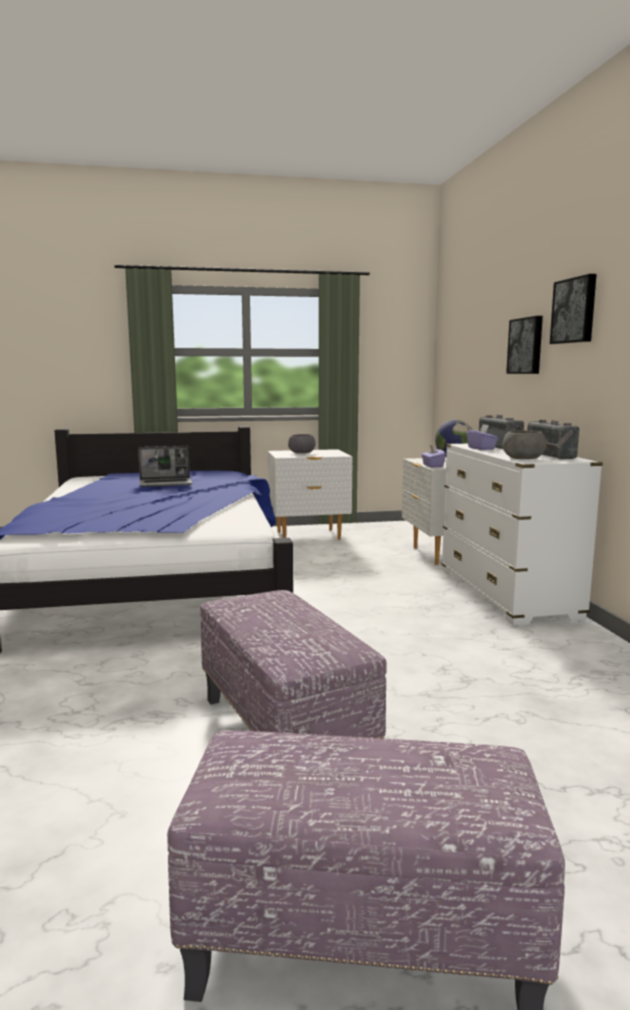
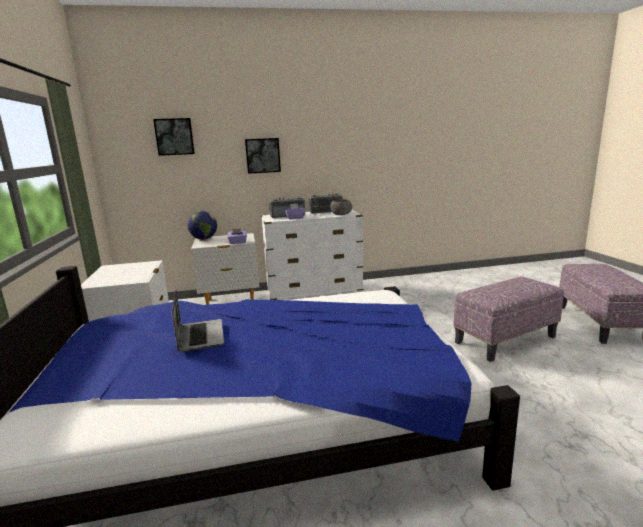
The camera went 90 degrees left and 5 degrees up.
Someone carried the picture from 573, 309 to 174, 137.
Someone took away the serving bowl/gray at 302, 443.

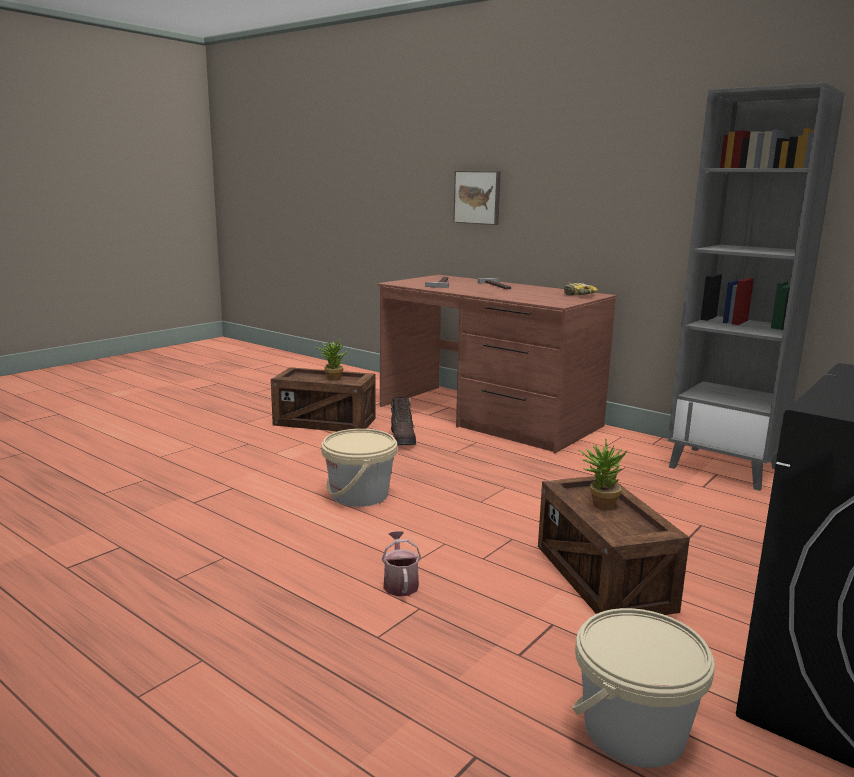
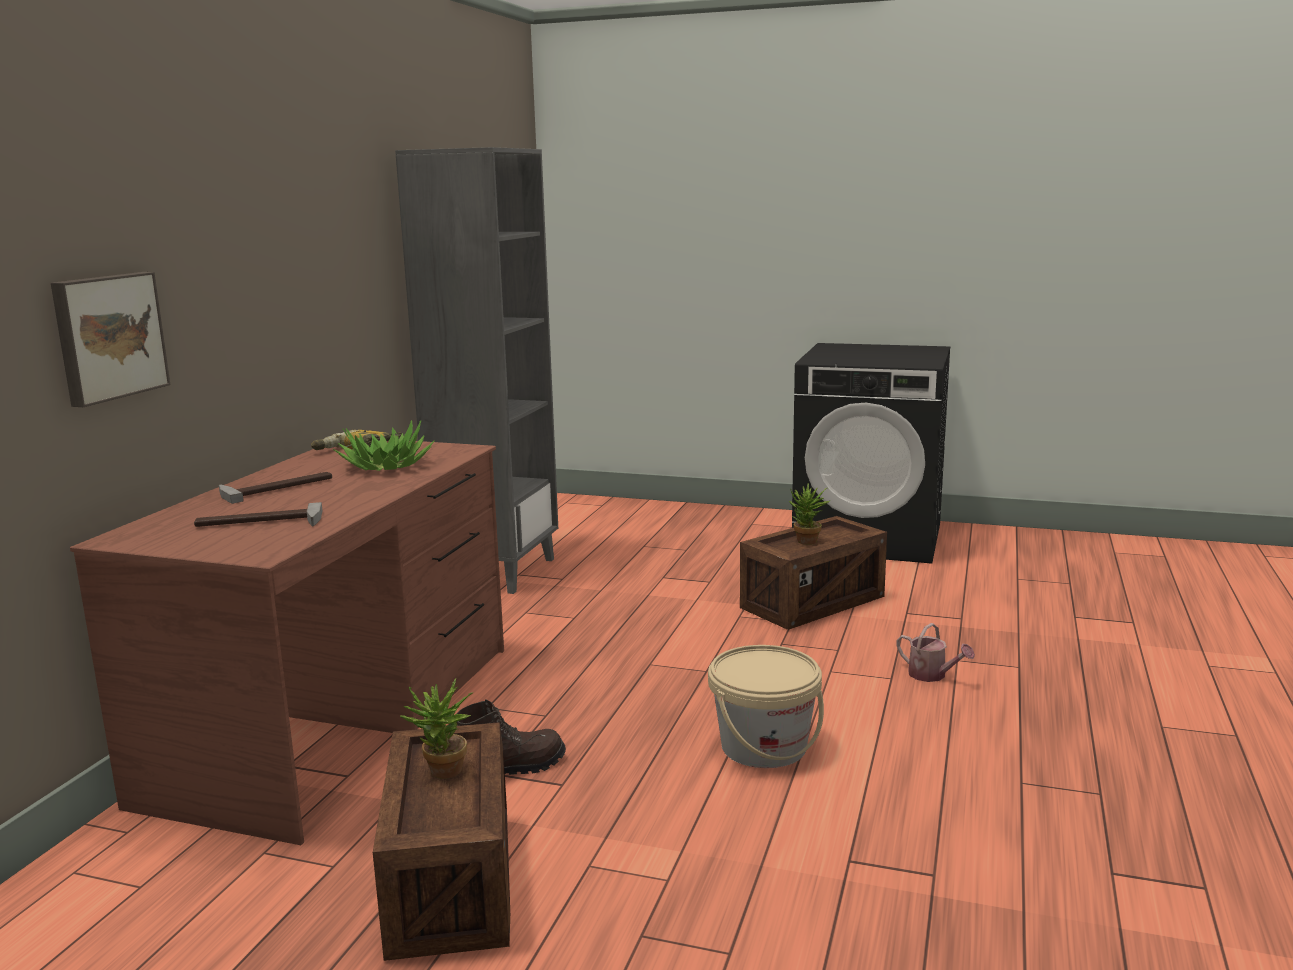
The camera went 110 degrees left and 0 degrees up.
Someone put down the potted plant at 384, 445.
Someone rotated the watering can at 401, 563 by 105 degrees counterclockwise.
Someone took away the bucket/beige at 643, 688.

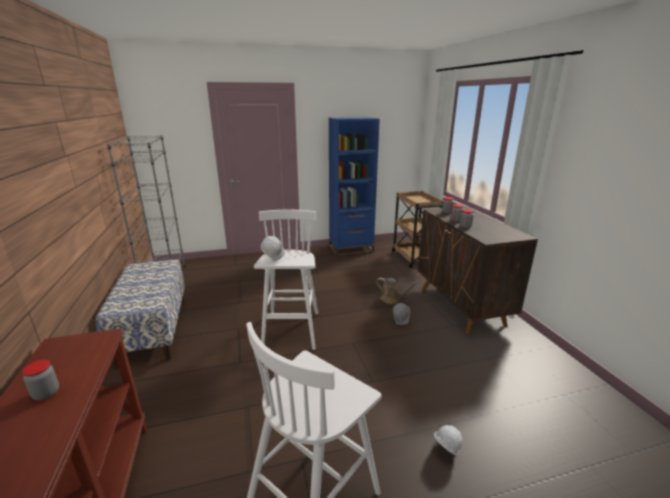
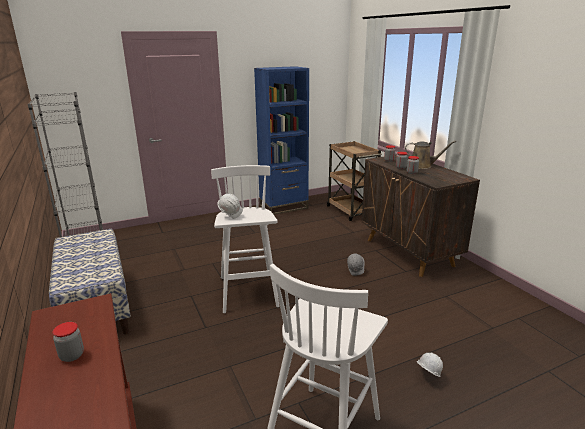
The camera went 10 degrees left and 0 degrees up.
Someone carried the watering can/brownish from 397, 291 to 430, 155.

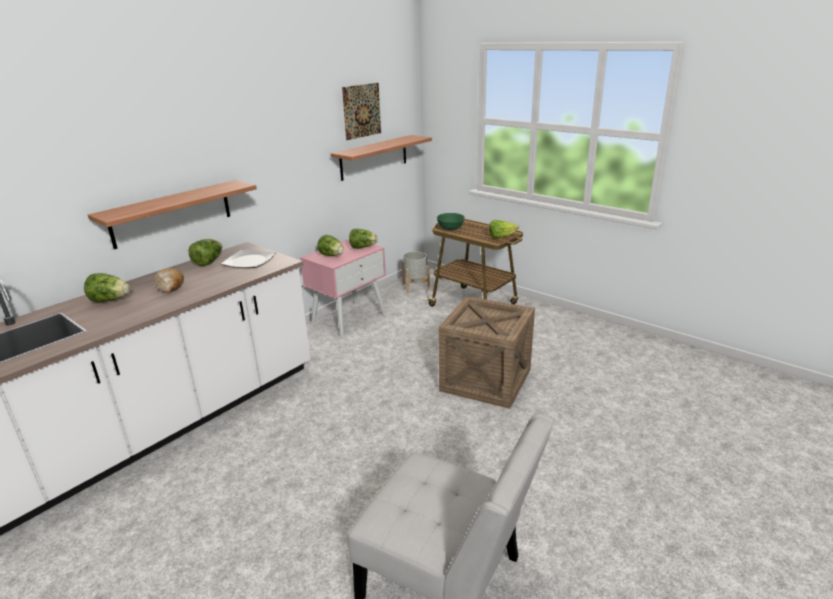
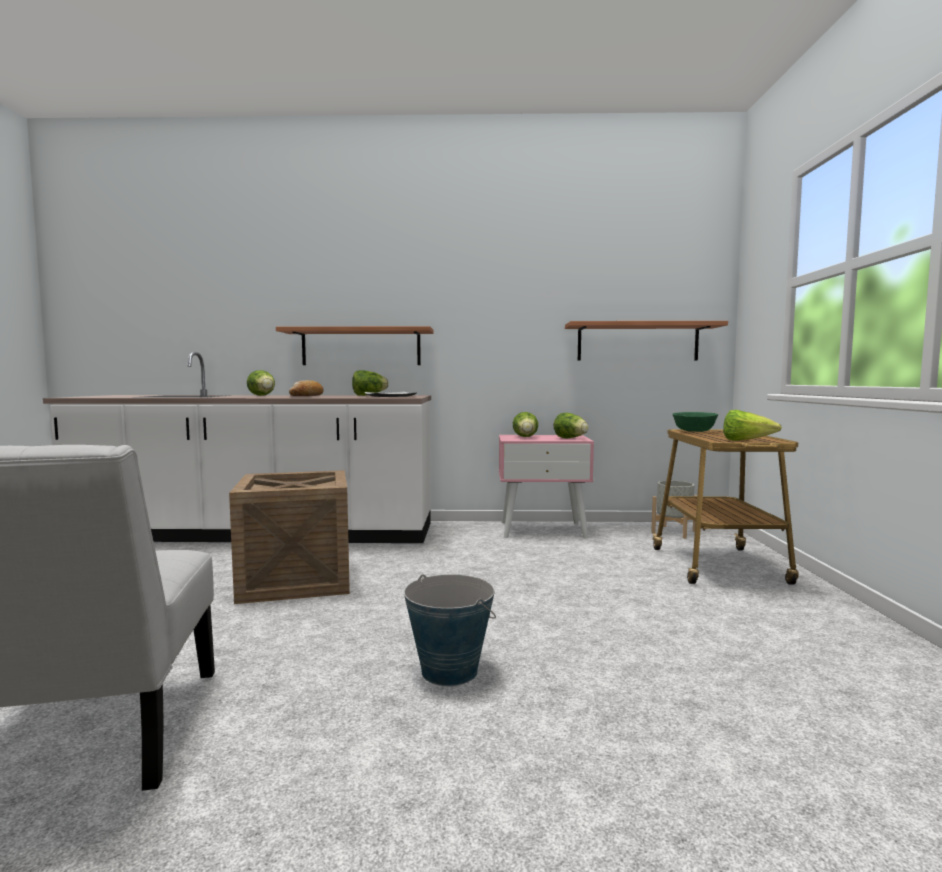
The camera went 50 degrees right and 20 degrees down.
Someone carried the crate from 486, 352 to 289, 537.
Someone put down the bucket at 450, 630.
Someone took away the picture at 361, 111.

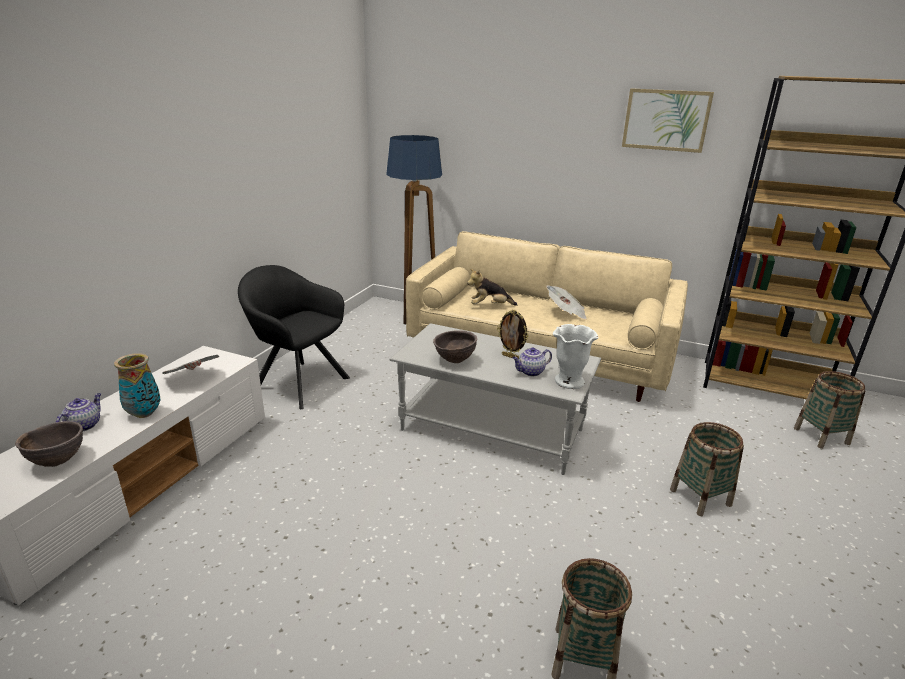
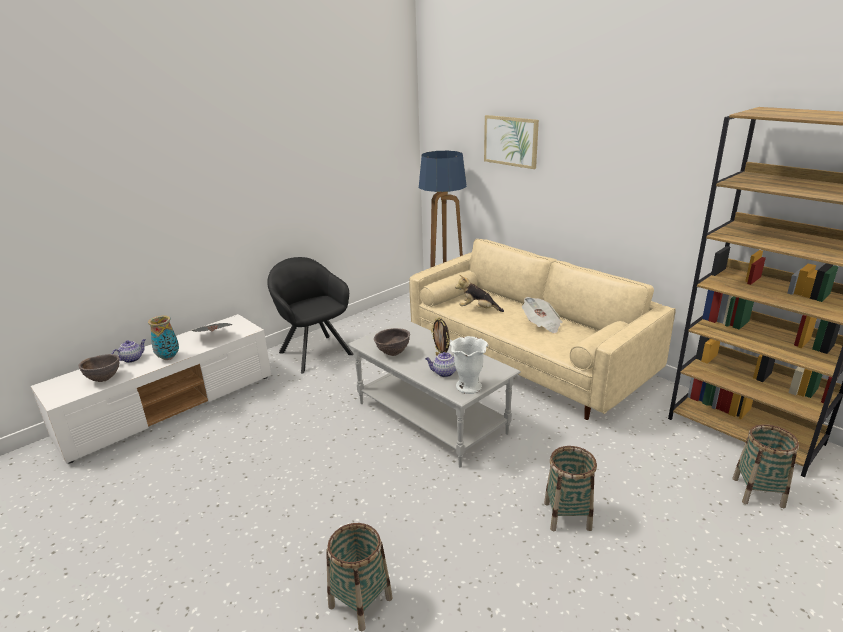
The camera went 25 degrees right and 0 degrees up.
Someone carried the picture from 668, 120 to 511, 142.

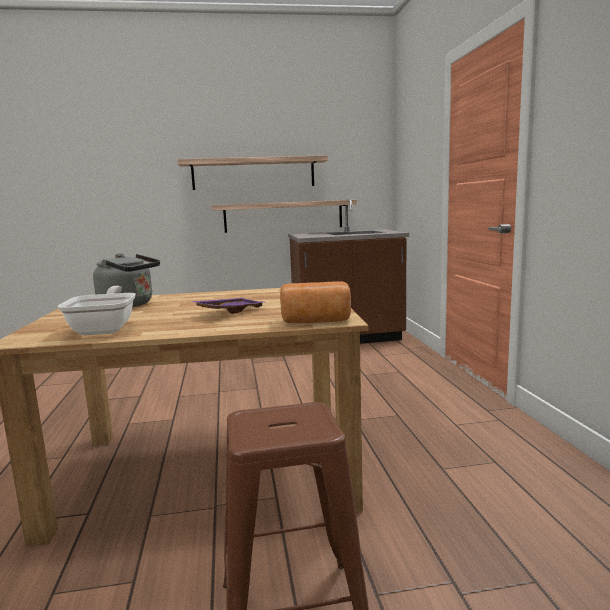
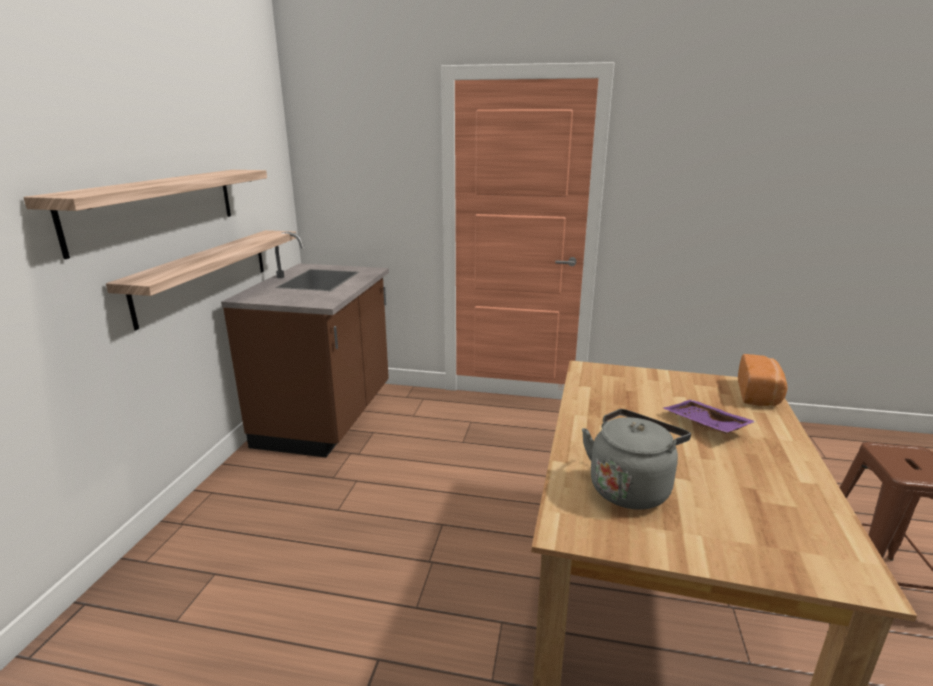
The camera went 70 degrees left and 10 degrees up.
Someone took away the skillet at 96, 310.

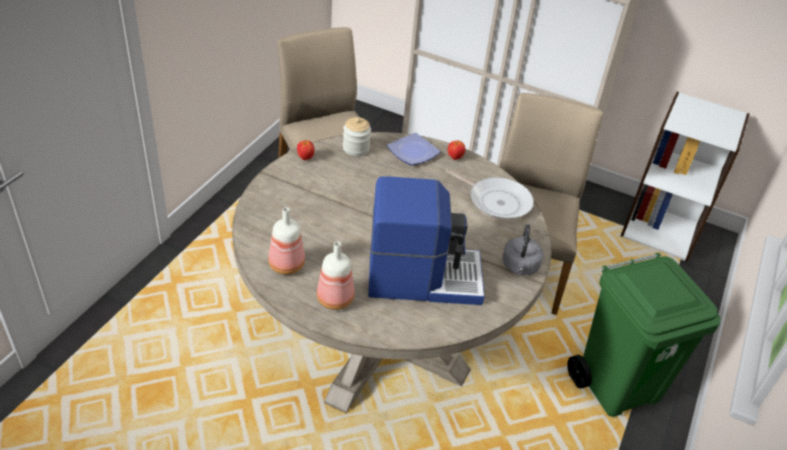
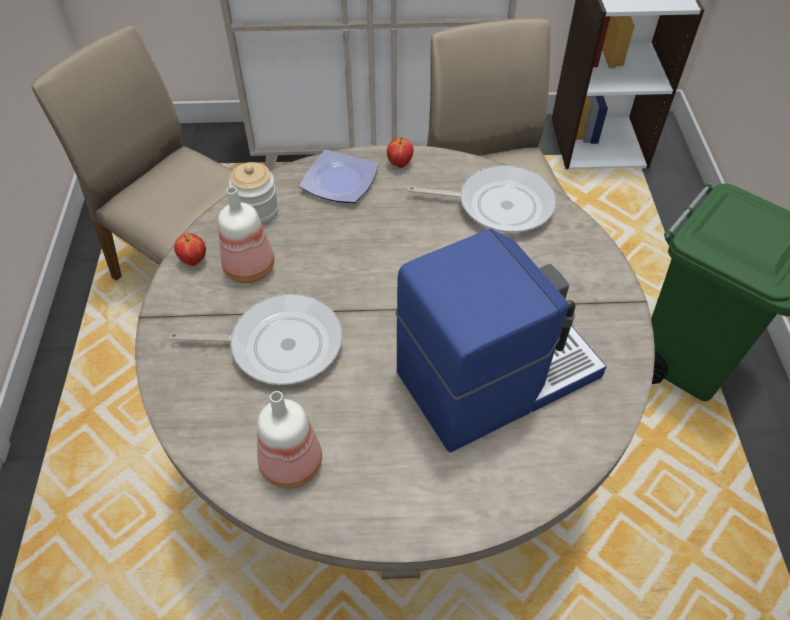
The camera went 25 degrees left and 10 degrees up.
Someone put down the skillet at 256, 339.
Someone carried the bottle from 336, 276 to 246, 235.
Someone took away the kettle/gray at 523, 249.

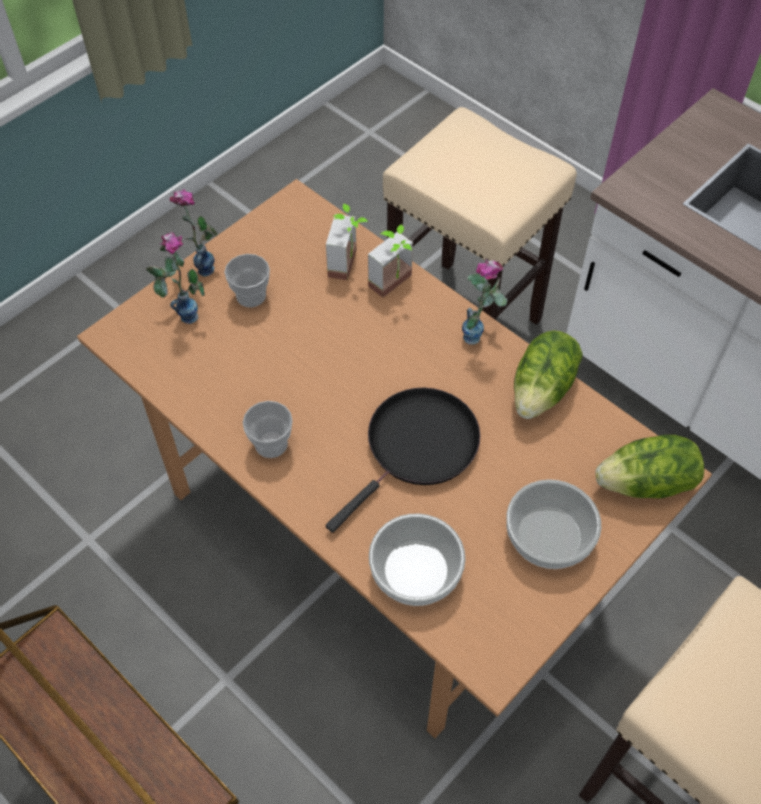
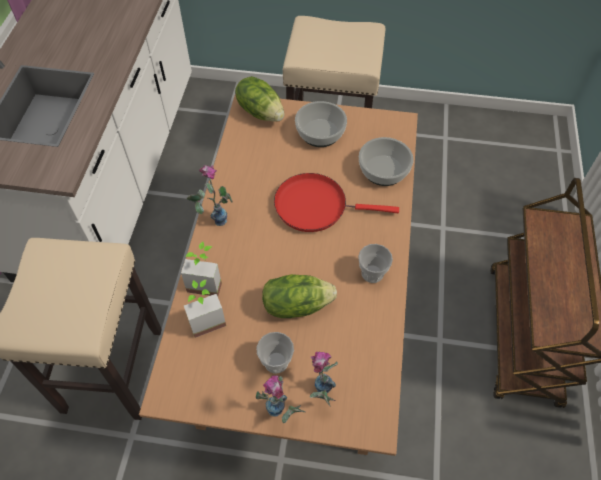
The camera went 125 degrees left and 0 degrees up.
Someone carried the lettuce head from 548, 374 to 299, 296.
Someone repainted the skillet/black at 402, 460, which became the skillet/reddish at 336, 202.

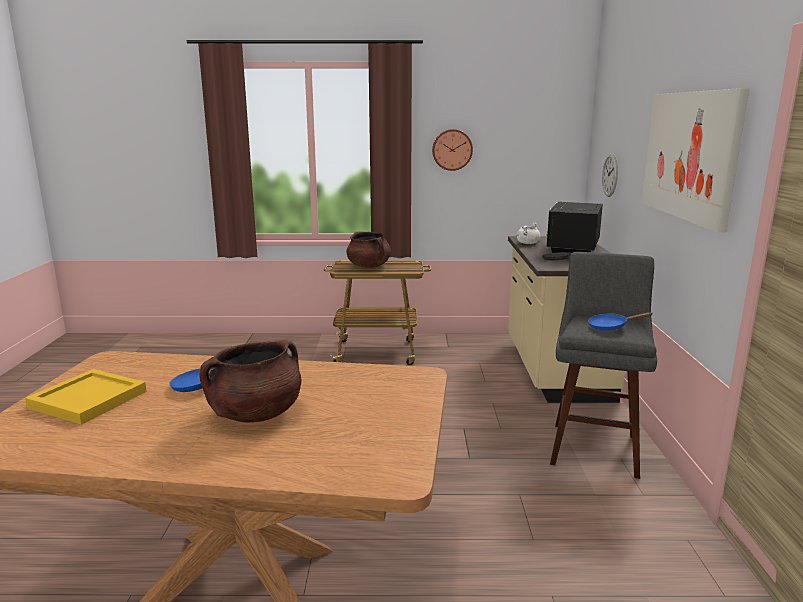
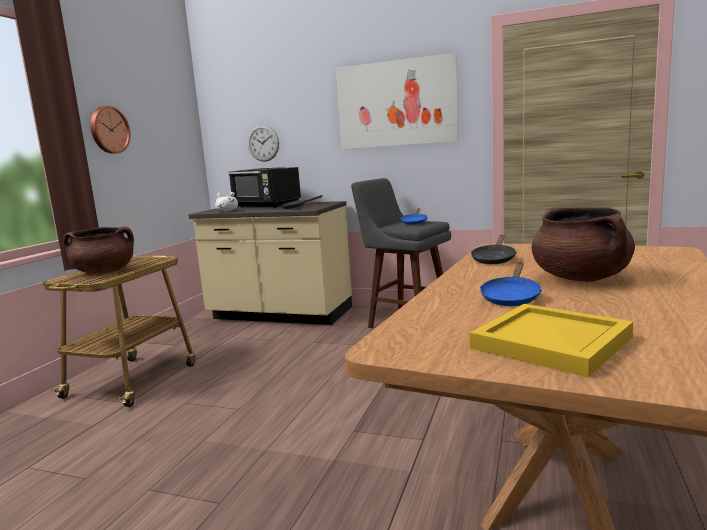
The camera went 70 degrees left and 5 degrees down.
Someone put down the skillet/black at 494, 249.

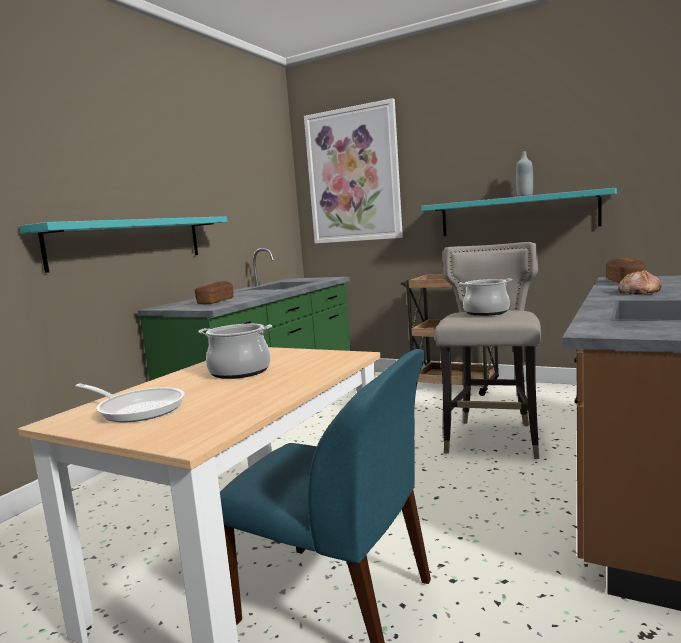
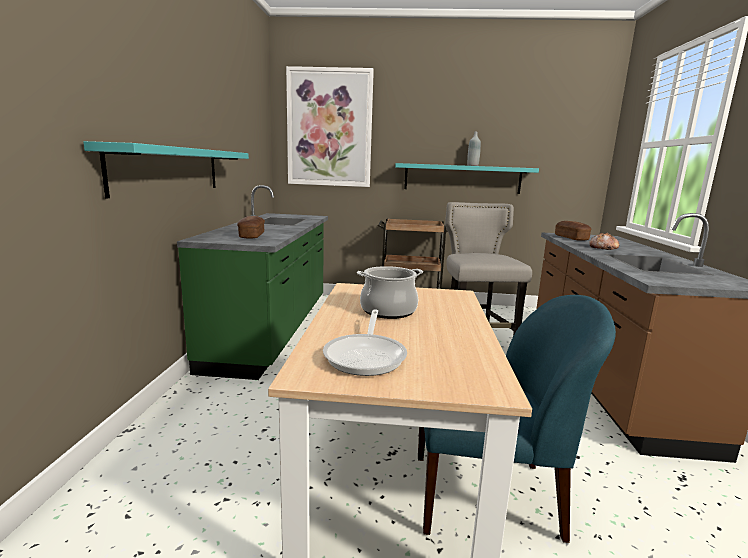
The camera went 25 degrees left and 5 degrees up.
Someone rotated the skillet at 130, 402 by 90 degrees clockwise.
Someone took away the saucepot at 485, 297.

